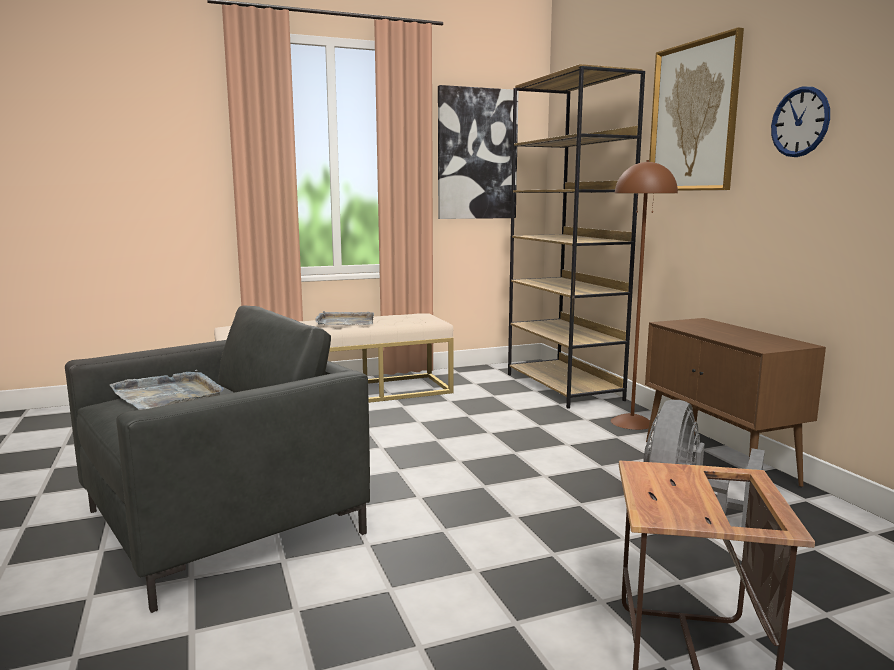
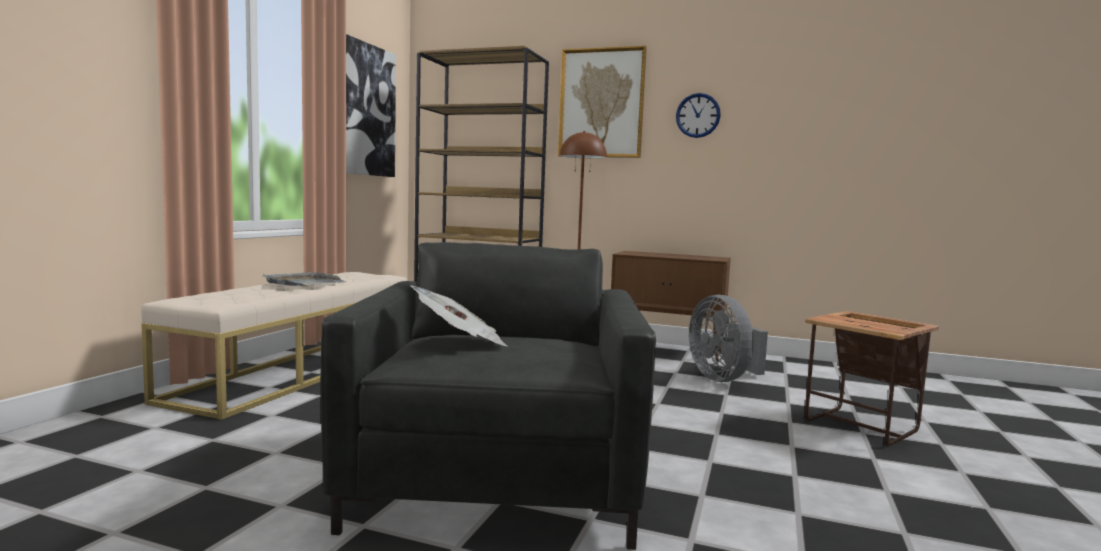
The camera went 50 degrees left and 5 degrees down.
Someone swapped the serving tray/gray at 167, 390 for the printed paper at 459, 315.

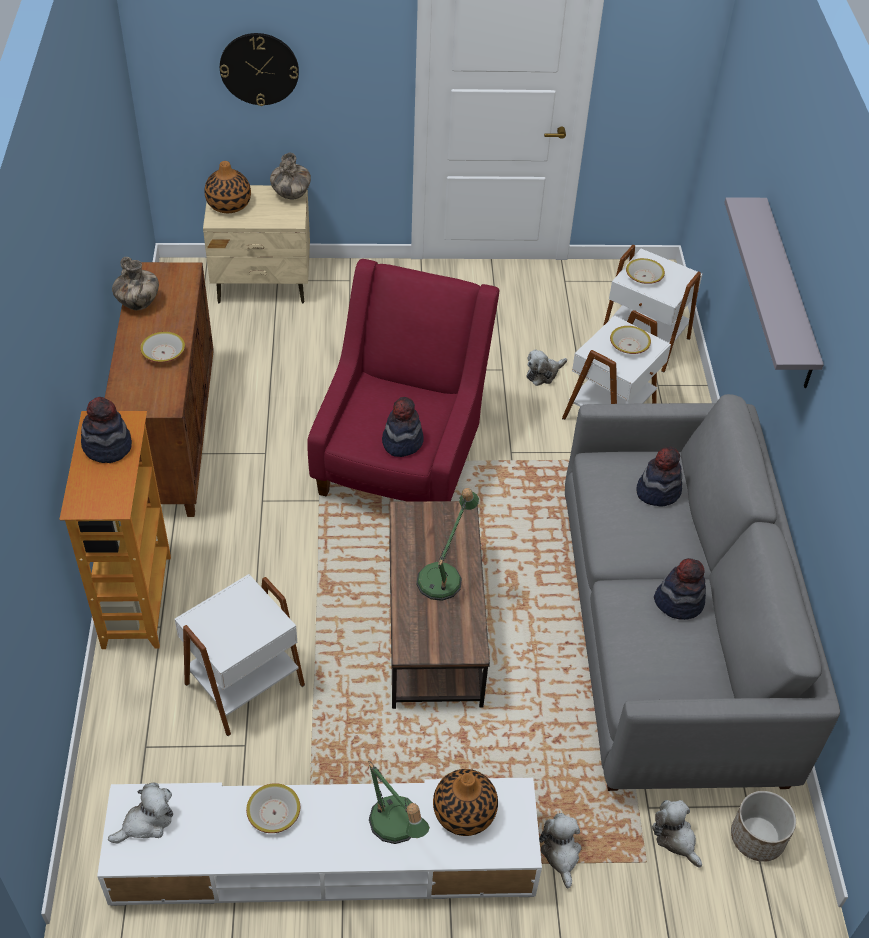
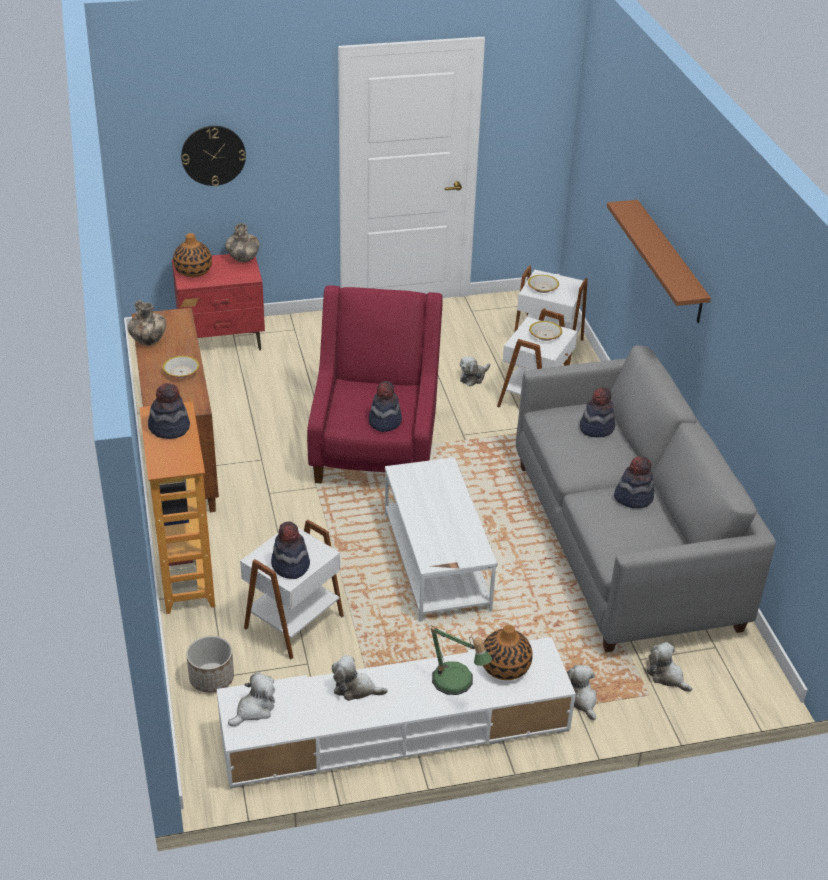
The camera went 10 degrees left and 10 degrees down.
Someone repainted the night table/beige at 256, 244, which became the night table/reddish at 218, 302.
Someone carried the planter from 763, 826 to 210, 664.
Someone put down the clothing hat at 290, 550.
Someone swapped the serving bowl at 273, 808 for the cuddly toy at 360, 678.
Someone repainted the coffee table/brownish at 439, 605, which became the coffee table/whitish at 441, 539.
Someone repainted the bracket shelf/gray at 774, 292, which became the bracket shelf/brownish at 659, 261.
Someone took away the lamp for a table at 447, 544.

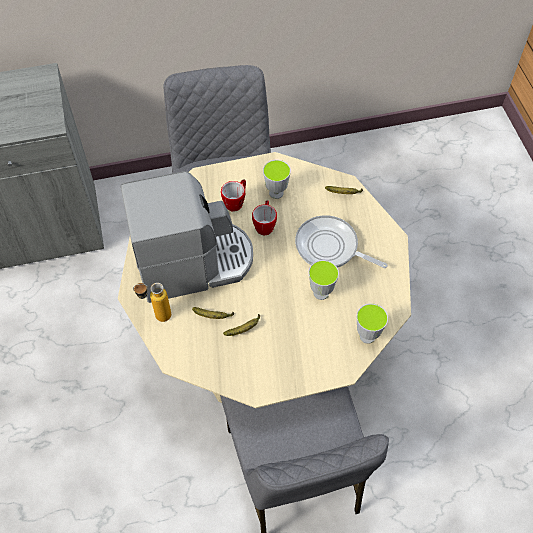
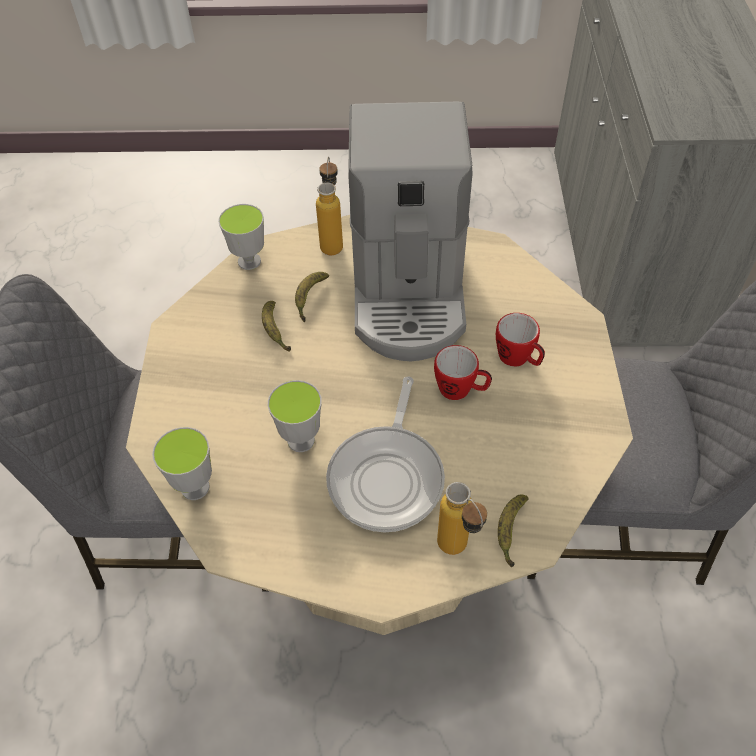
The camera went 105 degrees right and 5 degrees down.
Someone carried the cup from 277, 179 to 241, 237.
Someone rotated the skillet at 341, 241 by 150 degrees clockwise.
Someone put down the bottle at 462, 518.

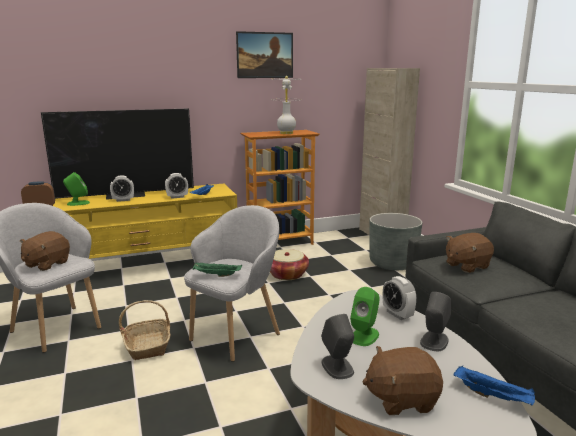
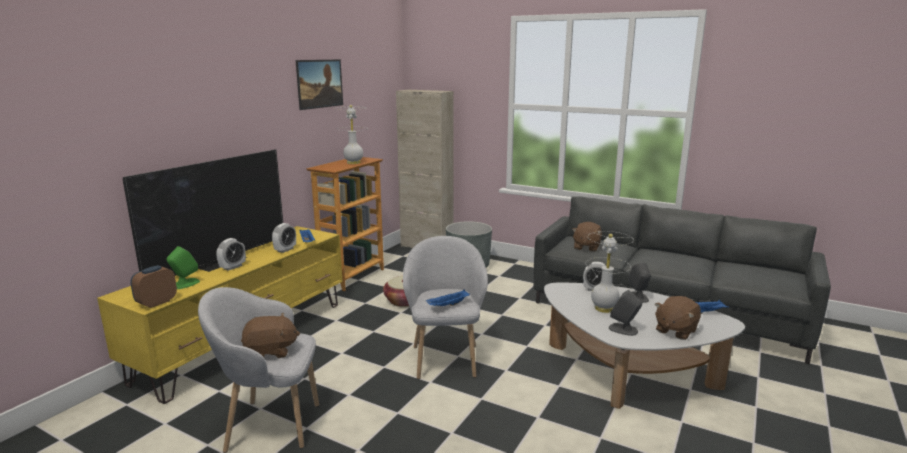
The camera went 40 degrees left and 0 degrees up.
Someone rotated the cuddly toy/brownish at 45, 251 by 90 degrees counterclockwise.
Someone repainted the serving tray/greenish at 217, 269, which became the serving tray/blue-coloured at 448, 298.
Someone swapped the audio speaker/greenish at 364, 316 for the lamp for a table/whitish at 610, 272.
Someone took away the basket at 145, 330.

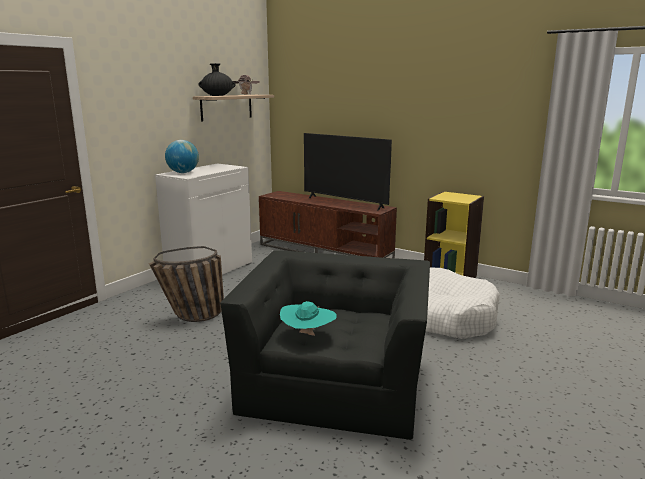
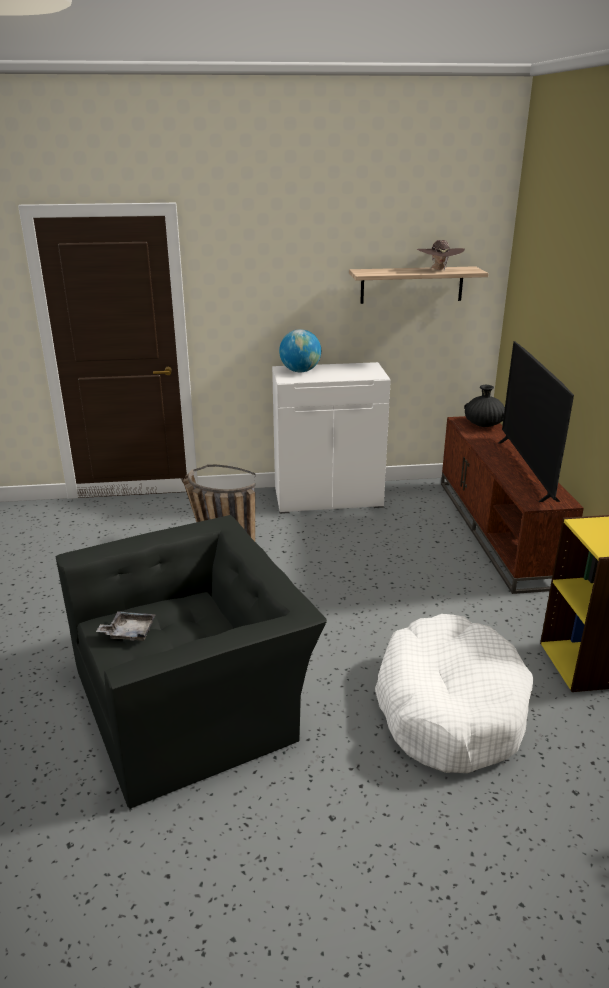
The camera went 50 degrees right and 10 degrees up.
Someone swapped the clothing hat/turquoise at 308, 318 for the serving tray/gray at 125, 626.
Someone carried the decorative vase/black from 217, 79 to 484, 406.

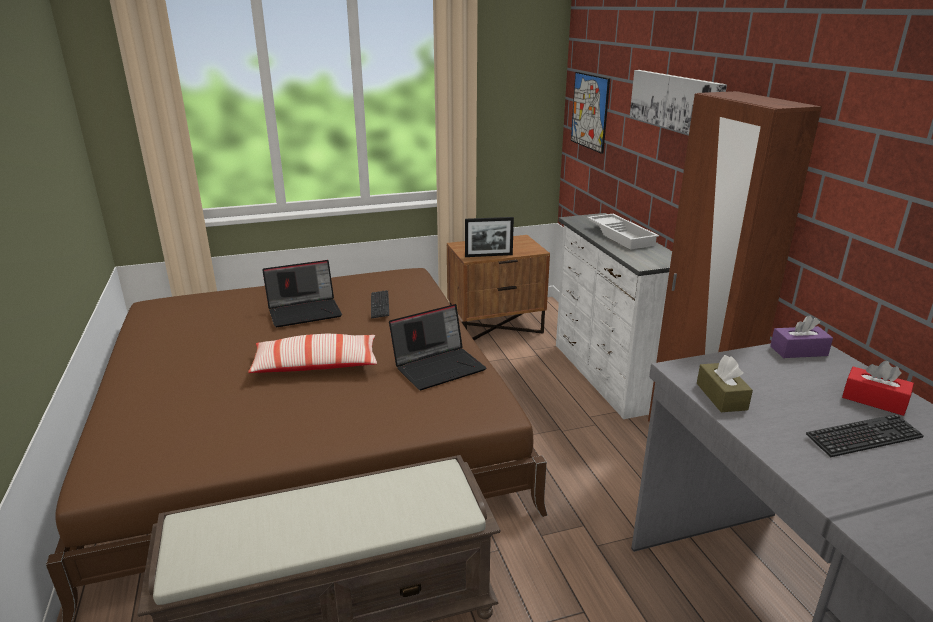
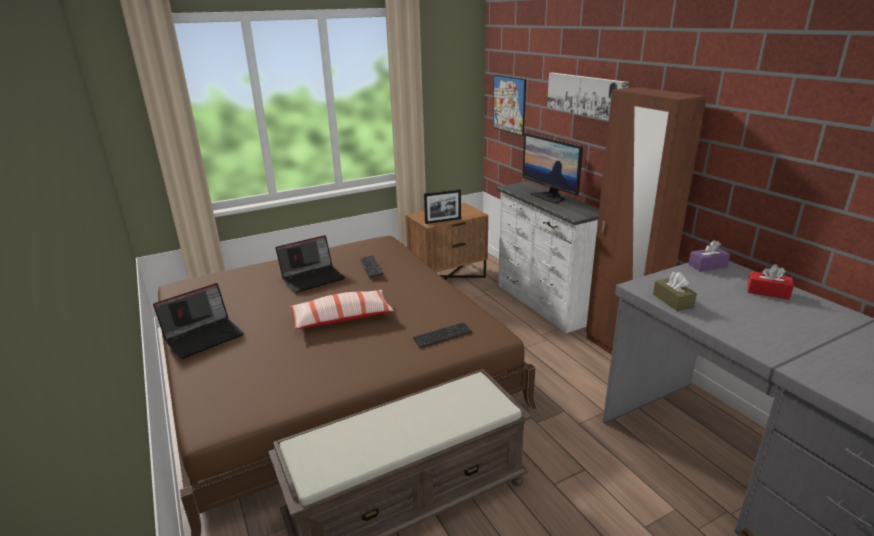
The camera went 10 degrees left and 0 degrees up.
Someone carried the portable computer from 437, 347 to 198, 321.
Someone carried the computer keyboard from 865, 435 to 442, 335.
Someone swapped the serving tray/whitish at 623, 232 for the monitor at 552, 168.

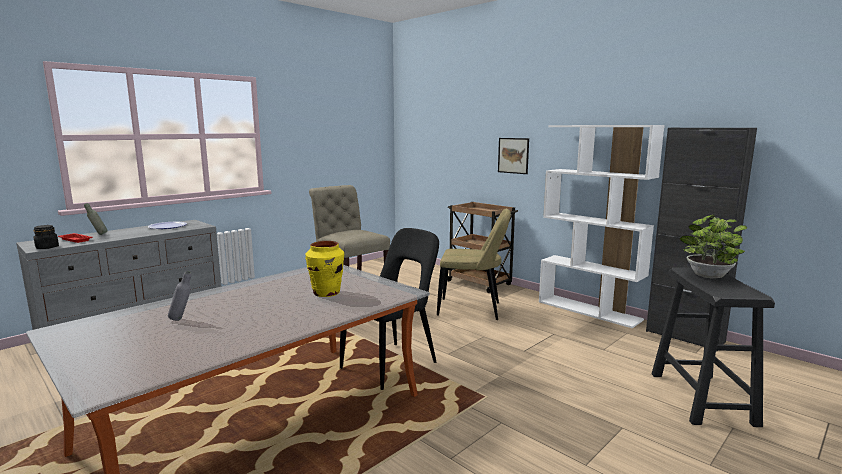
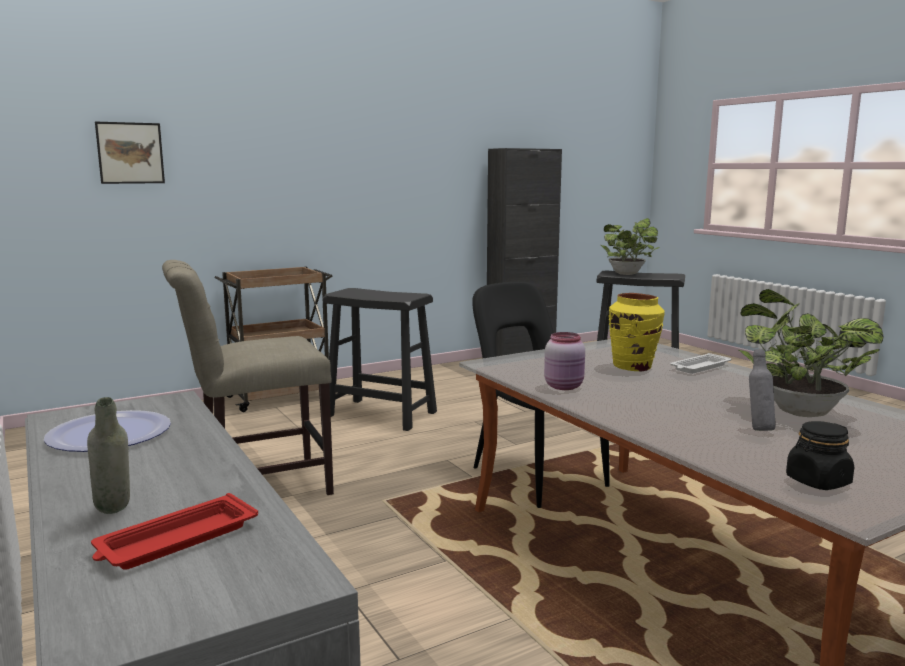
The camera went 75 degrees left and 0 degrees up.
Someone carried the picture from 513, 156 to 130, 153.
Someone swapped the plain chair/beige at 474, 264 for the stool/black at 380, 359.
Someone put down the preserve jar/pink at 564, 361.
Someone put down the serving tray/whitish at 700, 363.
Someone put down the potted plant at 811, 353.
Someone carried the preserve jar/black from 46, 237 to 820, 455.
Someone took away the shelving unit/whitish at 602, 226.

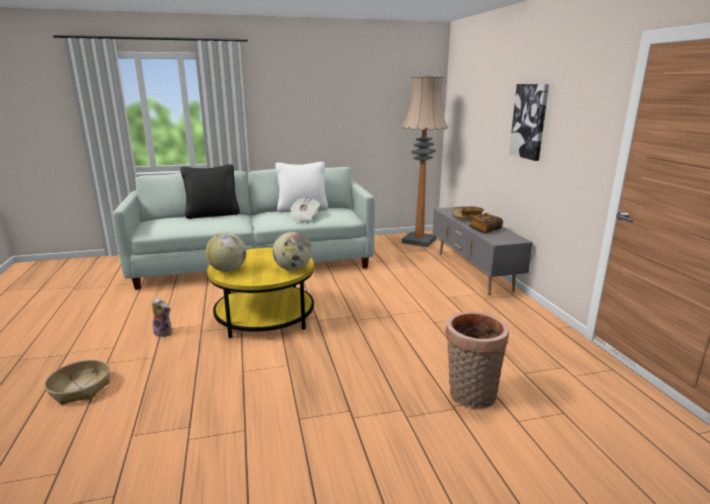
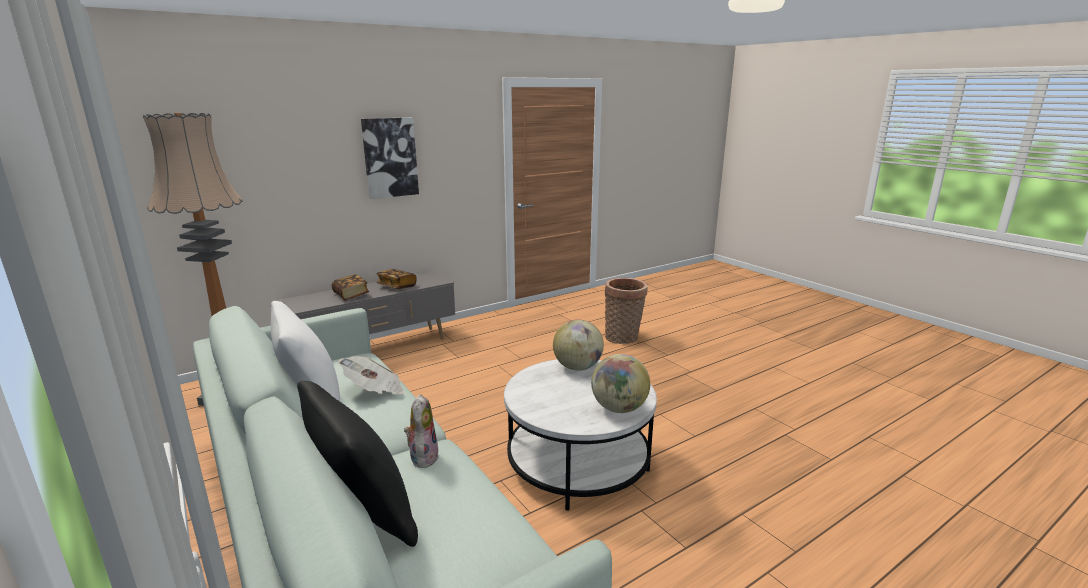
The camera went 110 degrees left and 0 degrees up.
Someone carried the cuddly toy from 162, 317 to 421, 431.
Someone repainted the coffee table/yellow at 260, 293, which became the coffee table/whitish at 580, 434.
Someone took away the basket at 77, 382.

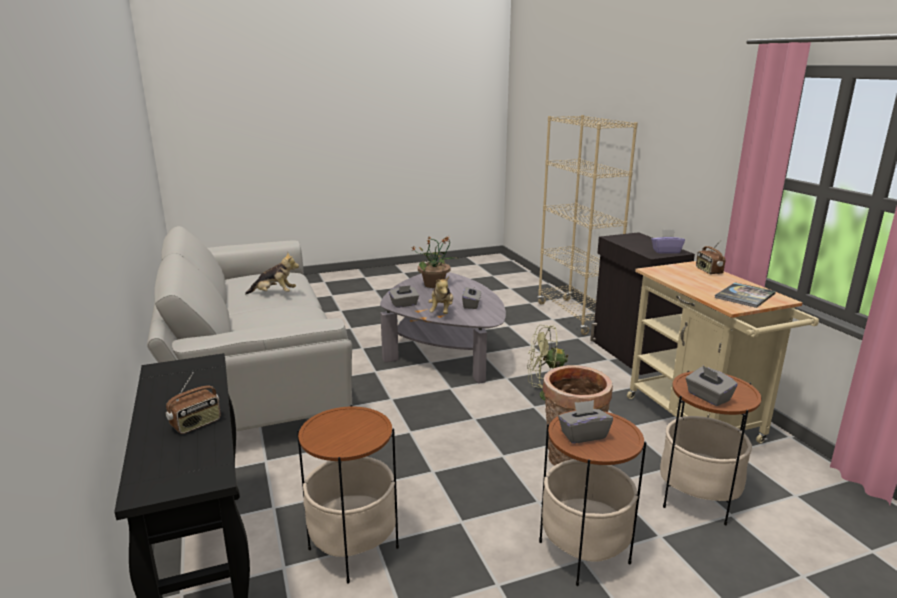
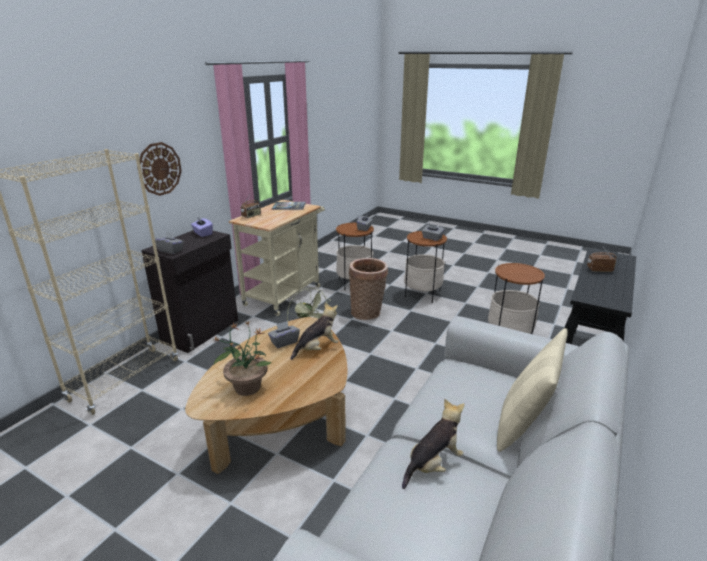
The camera went 130 degrees left and 5 degrees up.
Someone put up the clock on the wall at 159, 169.
Someone carried the tissue holder/gray from 404, 296 to 169, 242.
Someone repainted the coffee table/gray at 443, 328, which became the coffee table/brownish at 266, 395.
Someone rotated the cuddly toy at 272, 273 by 90 degrees clockwise.
Someone put down the cushion/beige at 532, 390.

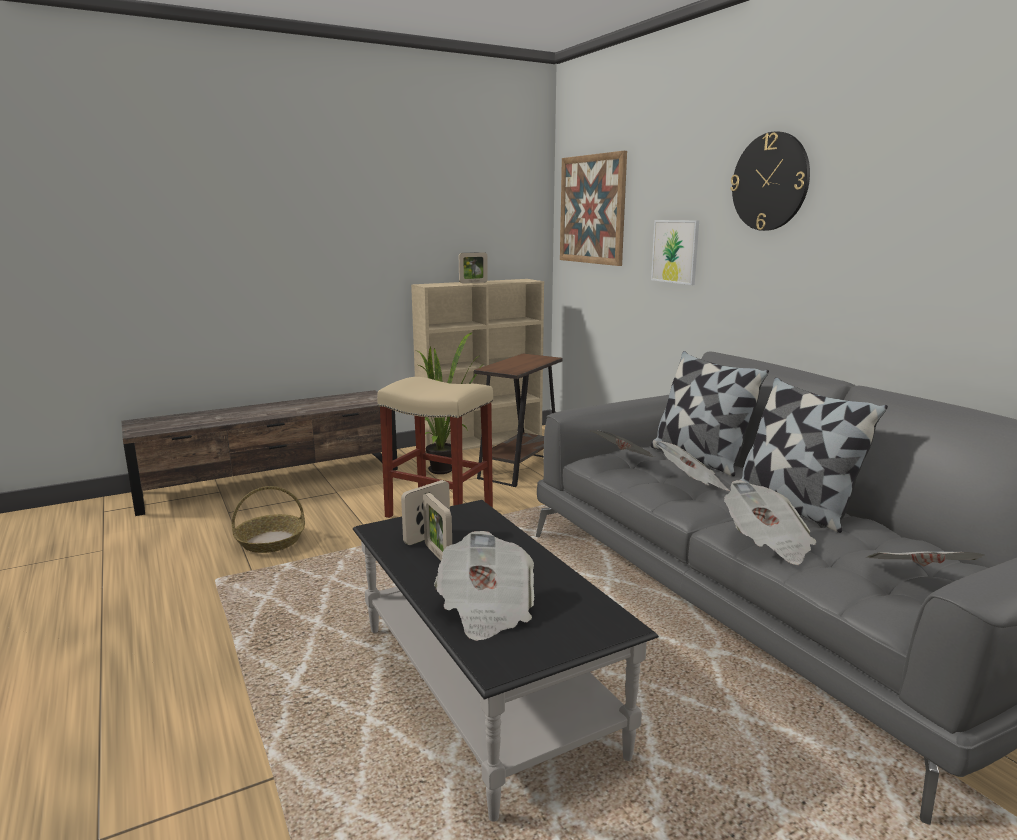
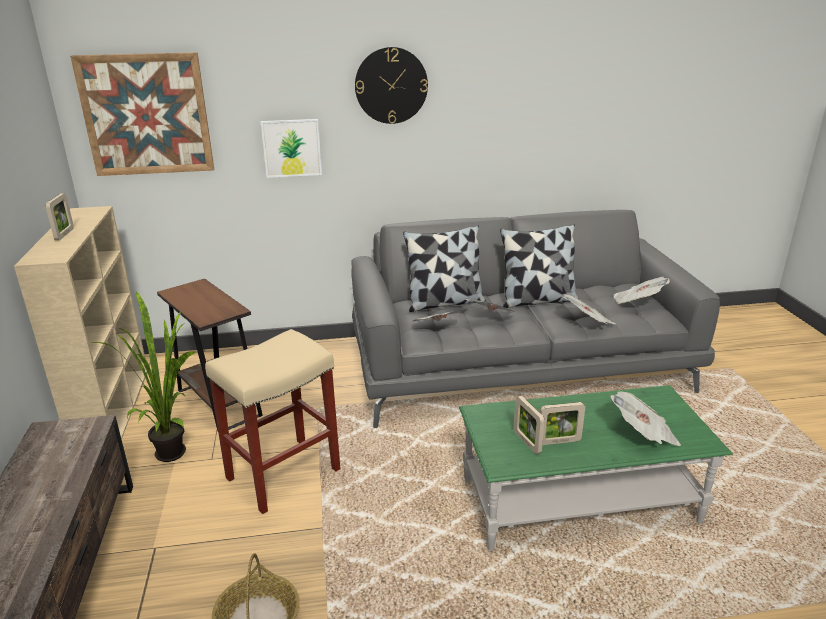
The camera went 70 degrees left and 10 degrees up.
Someone repainted the coffee table/black at 506, 661, which became the coffee table/greenish at 596, 468.

